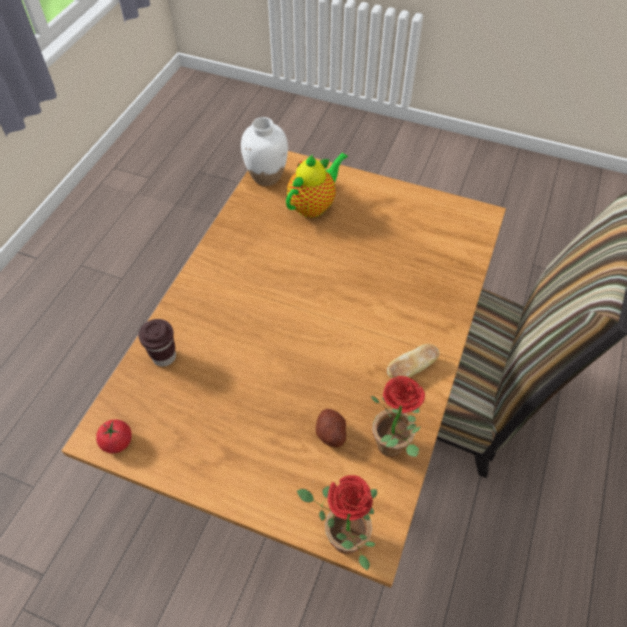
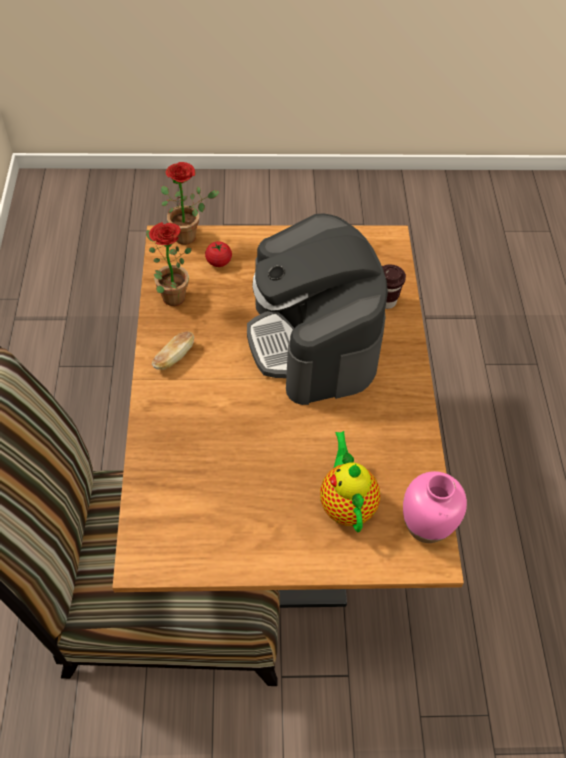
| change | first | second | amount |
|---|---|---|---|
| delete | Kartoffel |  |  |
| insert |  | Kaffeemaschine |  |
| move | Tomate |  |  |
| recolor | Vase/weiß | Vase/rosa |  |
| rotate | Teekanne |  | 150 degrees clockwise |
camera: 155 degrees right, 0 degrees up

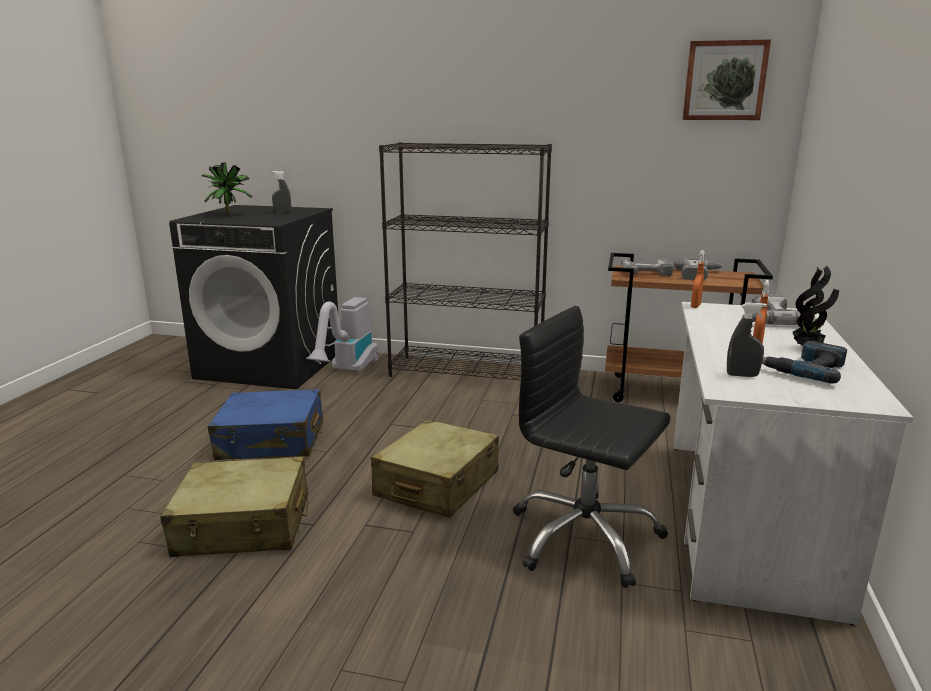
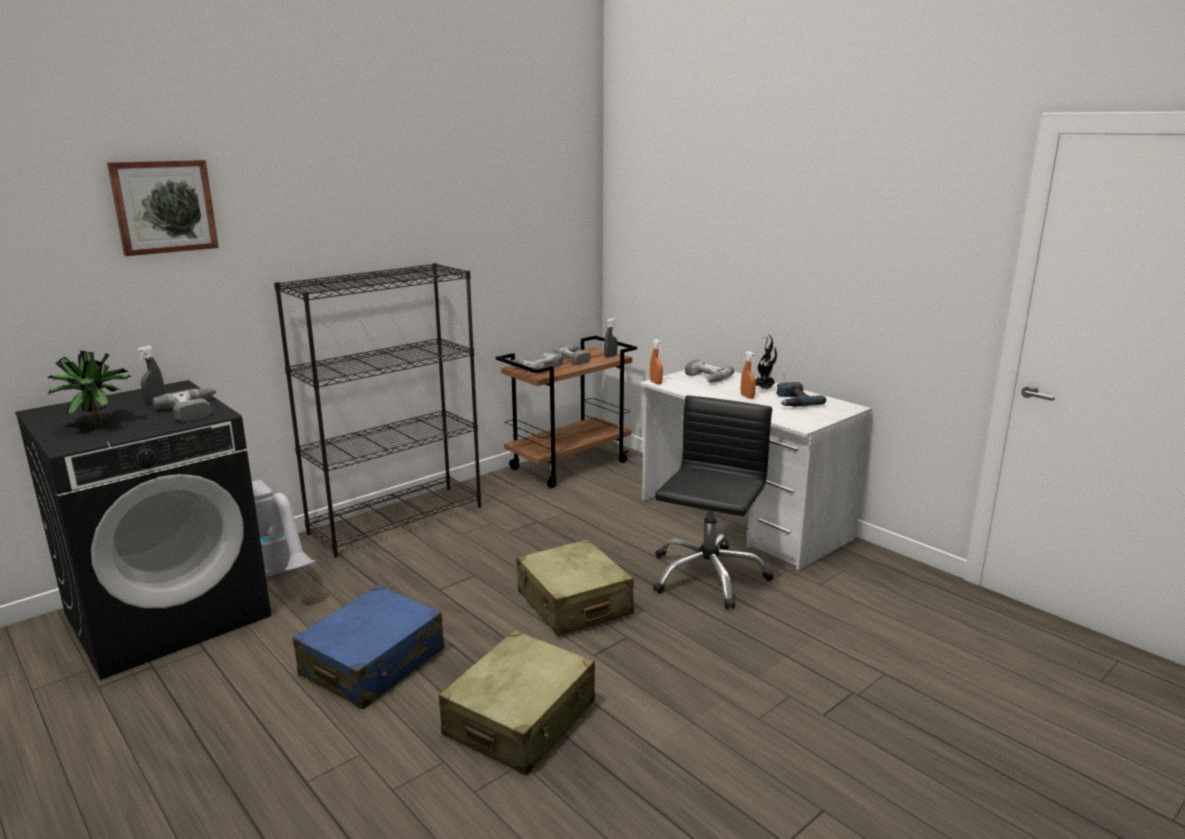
| change | first | second | amount |
|---|---|---|---|
| insert |  | Bohrmaschine (1st from left) |  |
| move | Bild |  |  |
| move | Sprühflasche/grau (2nd from left) |  |  |
| rotate | Bürostuhl/schwarz |  | 135 degrees clockwise |
camera: 55 degrees left, 0 degrees up

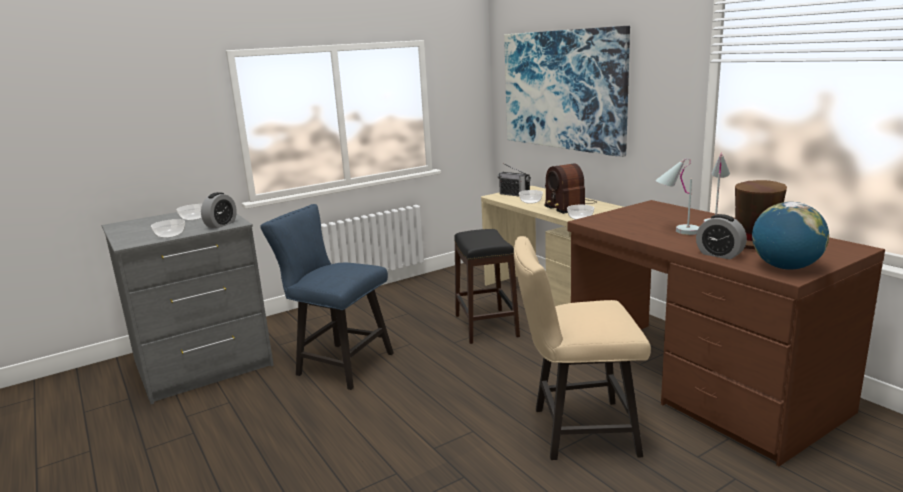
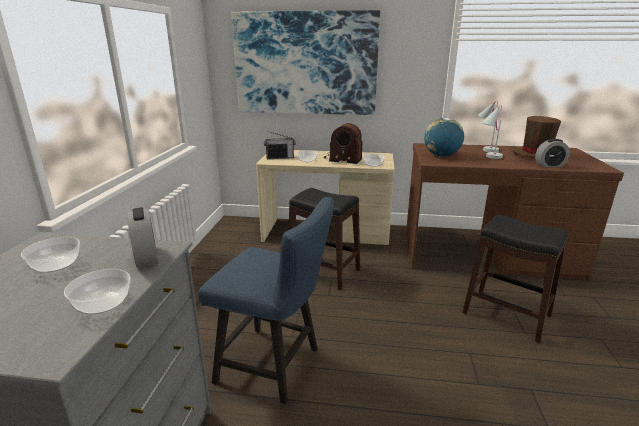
| change | first | second | amount |
|---|---|---|---|
| move | Globus |  |  |
| replace | Stuhl/beige | Hocker/schwarz (2nd from left) |  |
| rotate | Stuhl/blau |  | 135 degrees counterclockwise |
camera: 50 degrees left, 5 degrees up

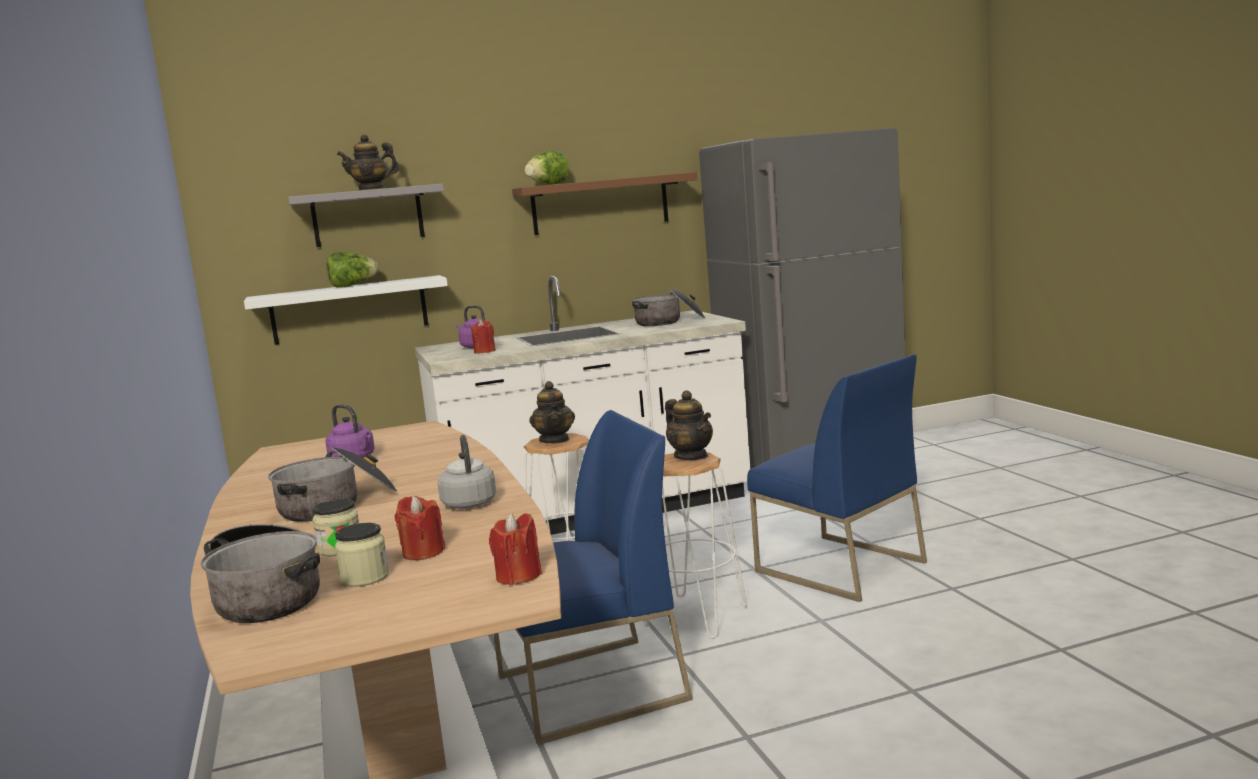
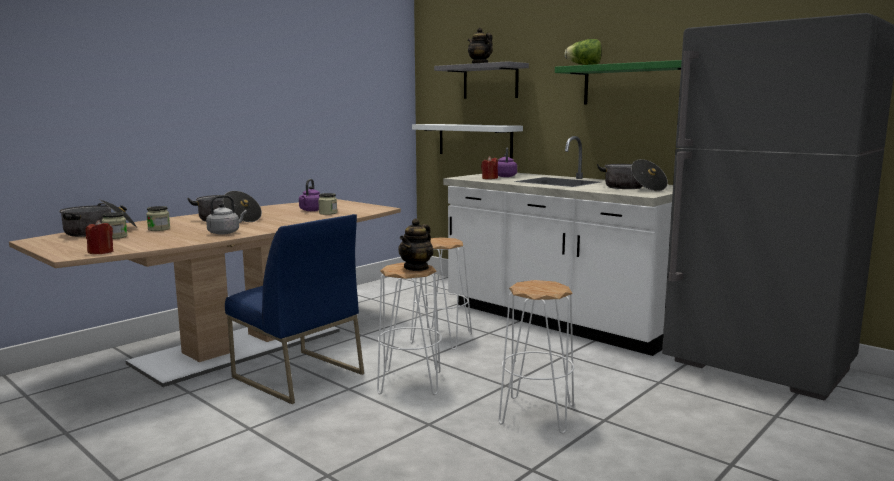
| change | first | second | amount |
|---|---|---|---|
| delete | Salatkopf (1st from left) |  |  |
| delete | Kerze/rot (1st from left) |  |  |
| delete | Teekanne (2nd from left) |  |  |
| insert |  | Vorratsglas (3rd from left) |  |
| replace | Stuhl/blau (2nd from left) | Hocker/weiß (3rd from left) |  |
| recolor | Wandregal/braun | Wandregal/grün |  |
camera: 60 degrees right, 0 degrees up

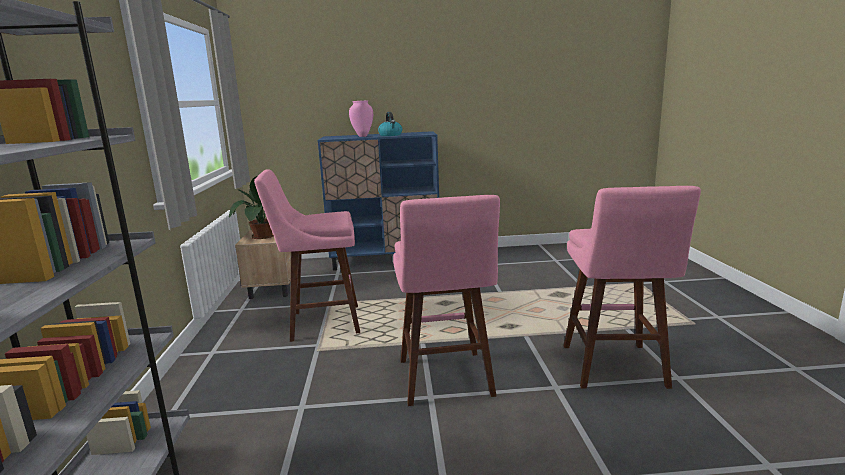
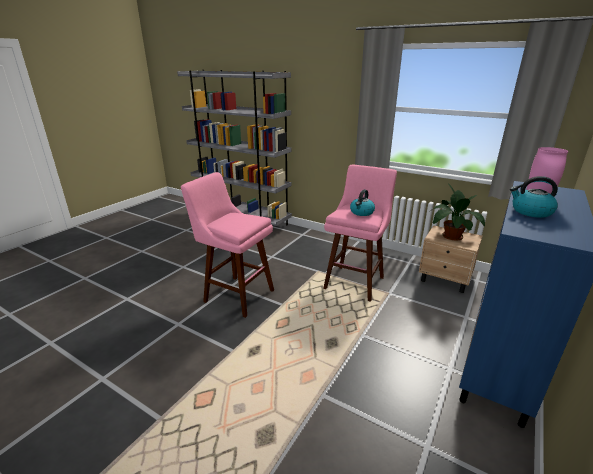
| change | first | second | amount |
|---|---|---|---|
| delete | Hocker/rosa (3rd from left) |  |  |
| insert |  | Wasserkessel (1st from left) |  |
camera: 125 degrees right, 10 degrees up

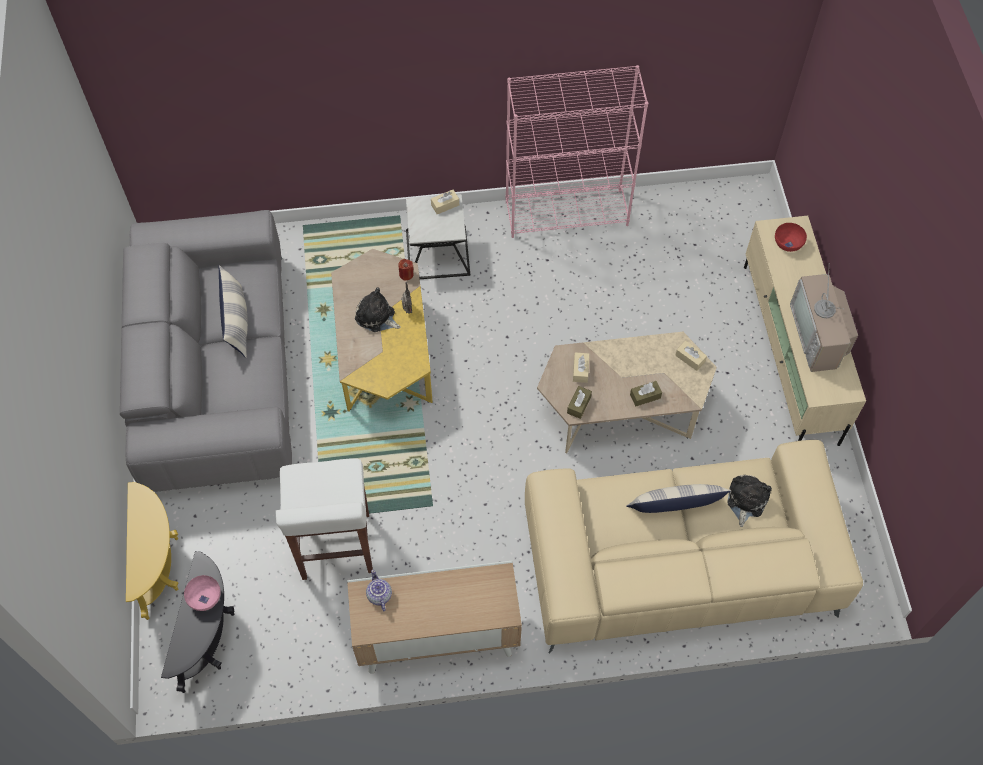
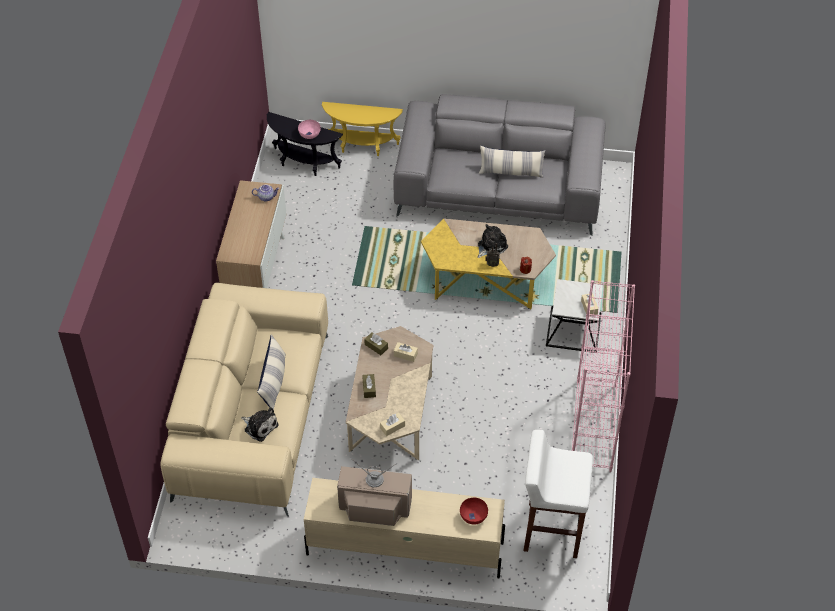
| change | first | second | amount |
|---|---|---|---|
| move | Hocker/weiß |  |  |
camera: 105 degrees right, 10 degrees down

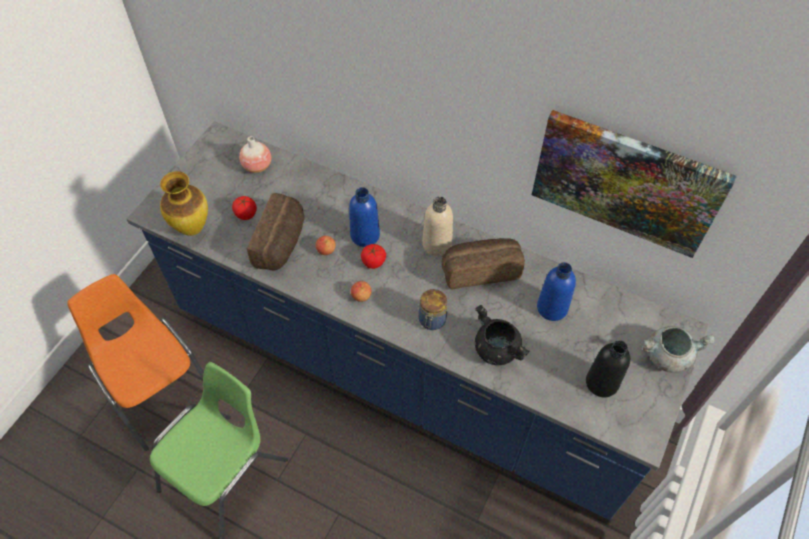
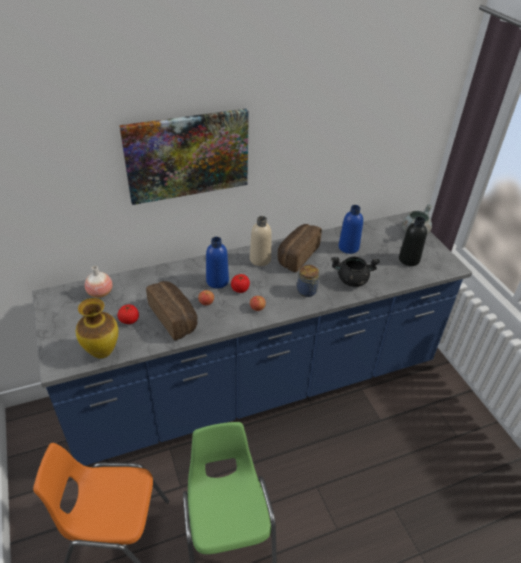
| change | first | second | amount |
|---|---|---|---|
| move | Bild |  |  |
camera: 50 degrees left, 15 degrees down

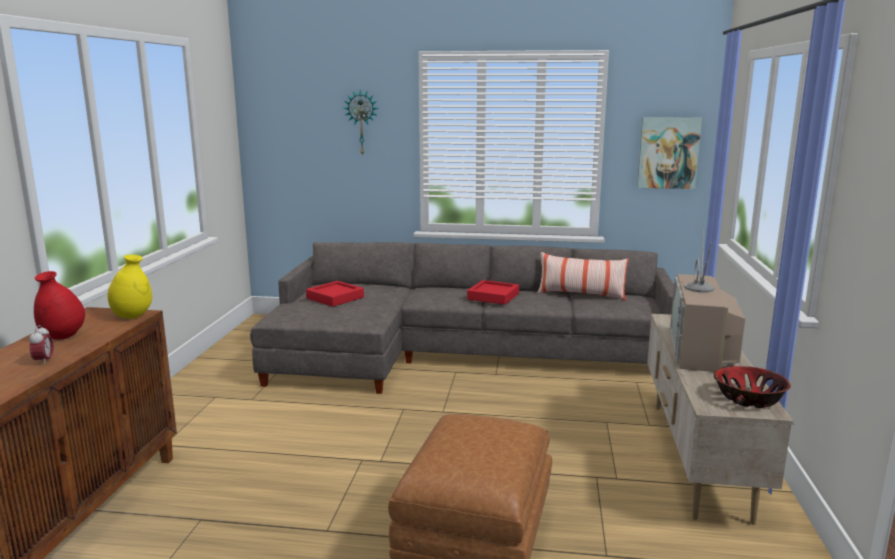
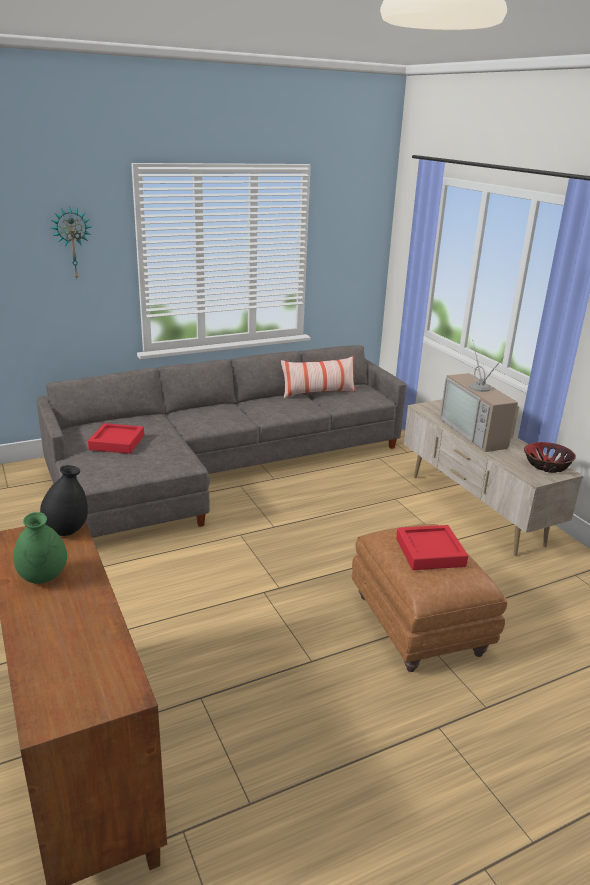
| change | first | second | amount |
|---|---|---|---|
| delete | Wecker |  |  |
| delete | Bild |  |  |
| move | Tablett/rot (2nd from left) |  |  |
| recolor | Vase/rot | Vase/grün |  |
| recolor | Vase/gelb | Vase/schwarz |  |
camera: 35 degrees left, 10 degrees up

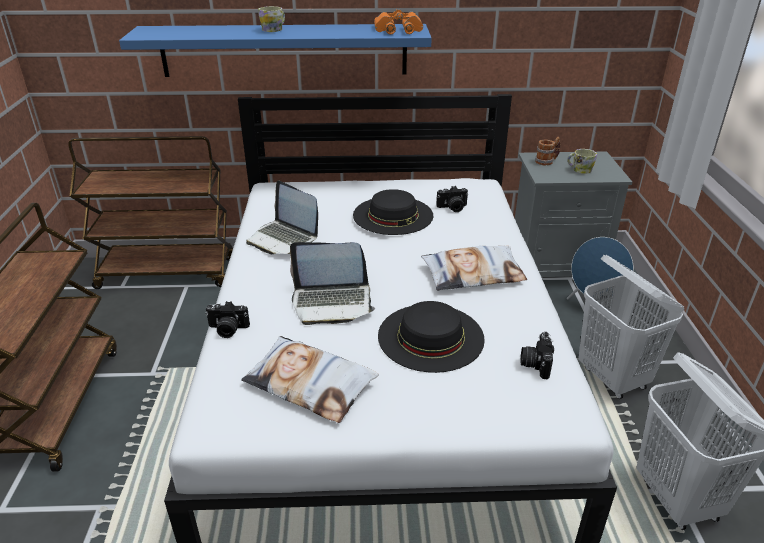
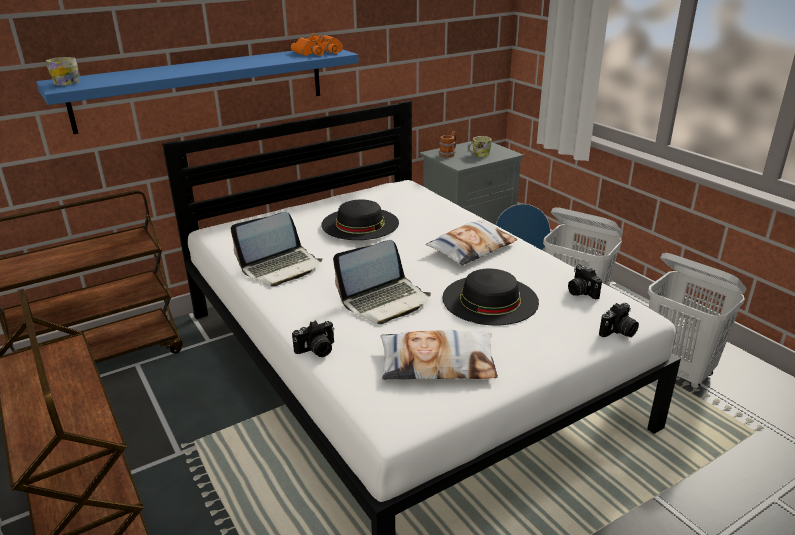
| change | first | second | amount |
|---|---|---|---|
| move | Henkelbecher (1st from left) |  |  |
| move | Kamera (2nd from left in the first image) | Kamera (3rd from left) |  |
| rotate | Laptop (1st from left) |  | 45 degrees counterclockwise |
camera: 30 degrees left, 5 degrees down

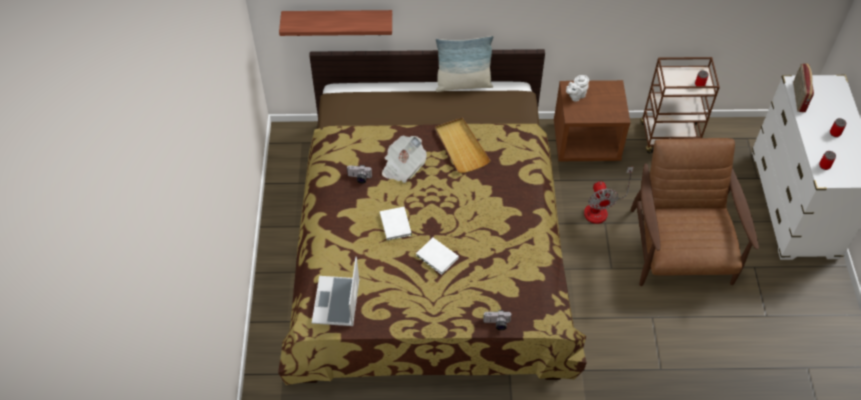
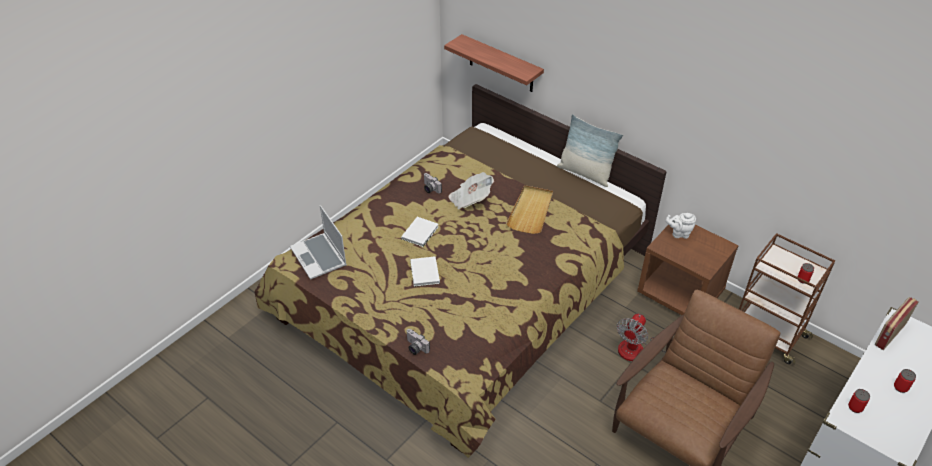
| change | first | second | amount |
|---|---|---|---|
| rotate | Laptop |  | 75 degrees counterclockwise |
camera: 40 degrees right, 10 degrees down

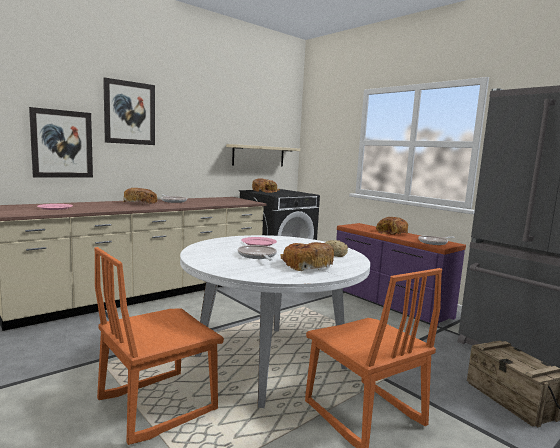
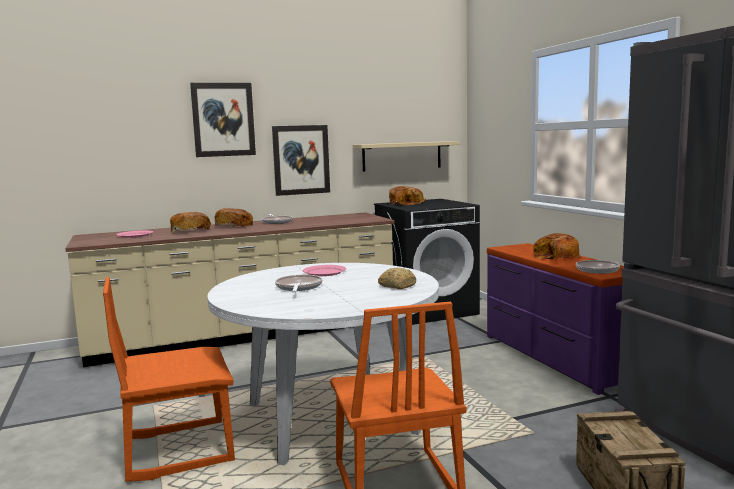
| change | first | second | amount |
|---|---|---|---|
| move | Bild (1st from left in the first image) | Bild (2nd from left) |  |
| move | Brot (3rd from left in the first image) | Brot (1st from left) |  |
camera: 20 degrees right, 0 degrees up

